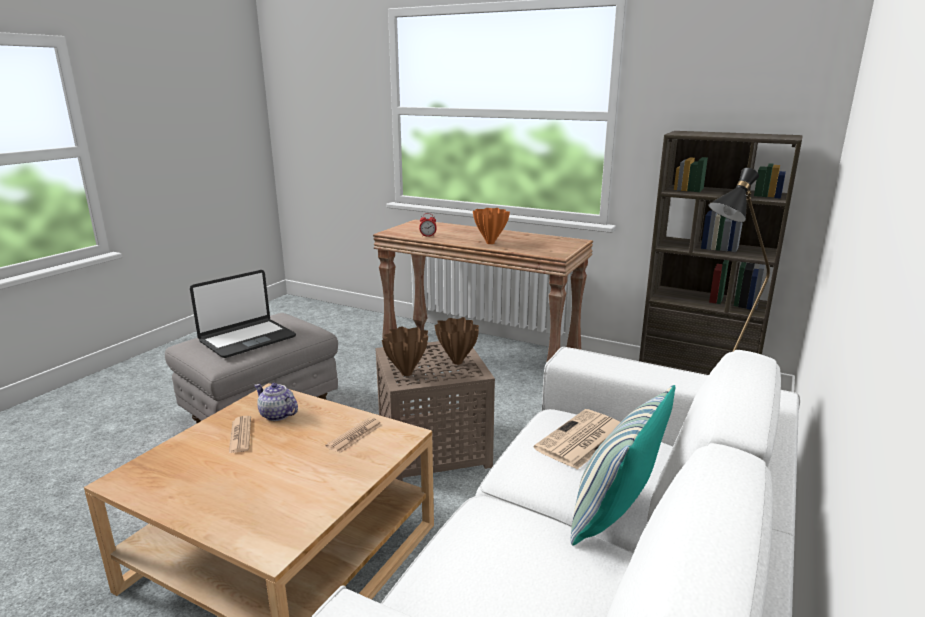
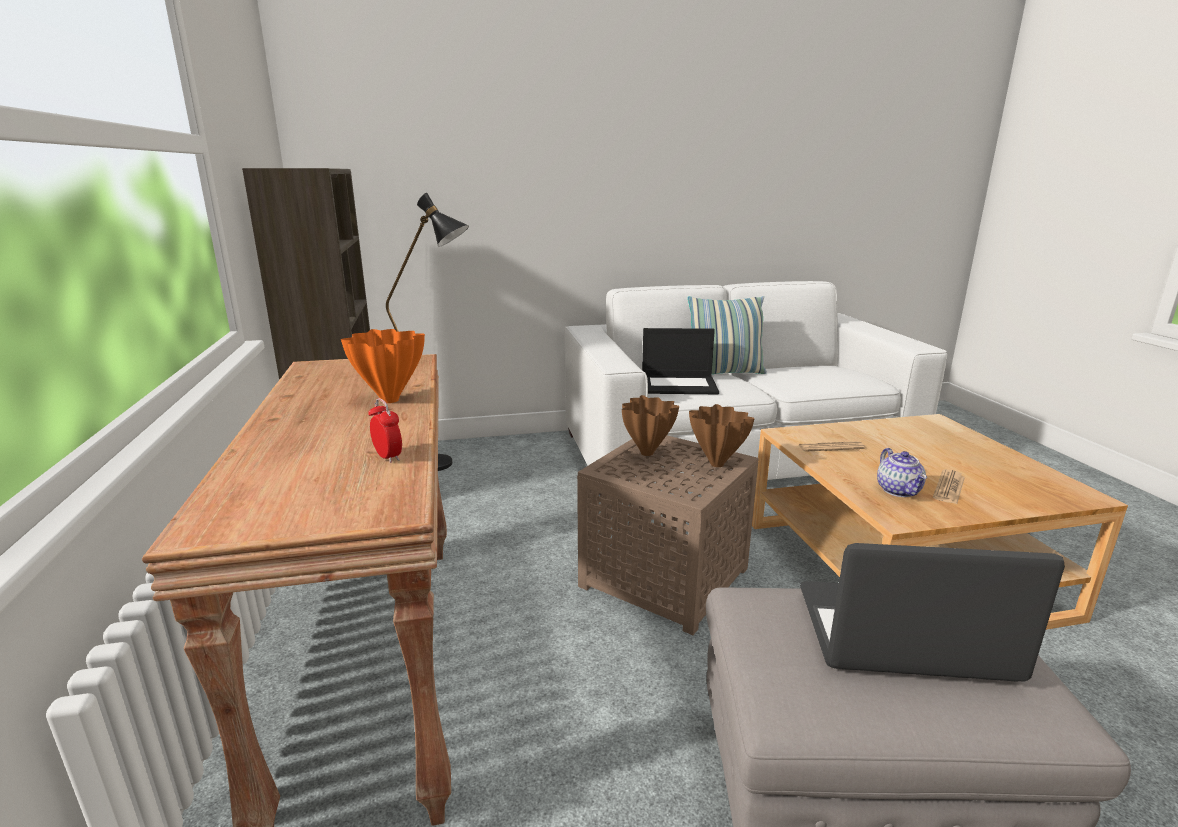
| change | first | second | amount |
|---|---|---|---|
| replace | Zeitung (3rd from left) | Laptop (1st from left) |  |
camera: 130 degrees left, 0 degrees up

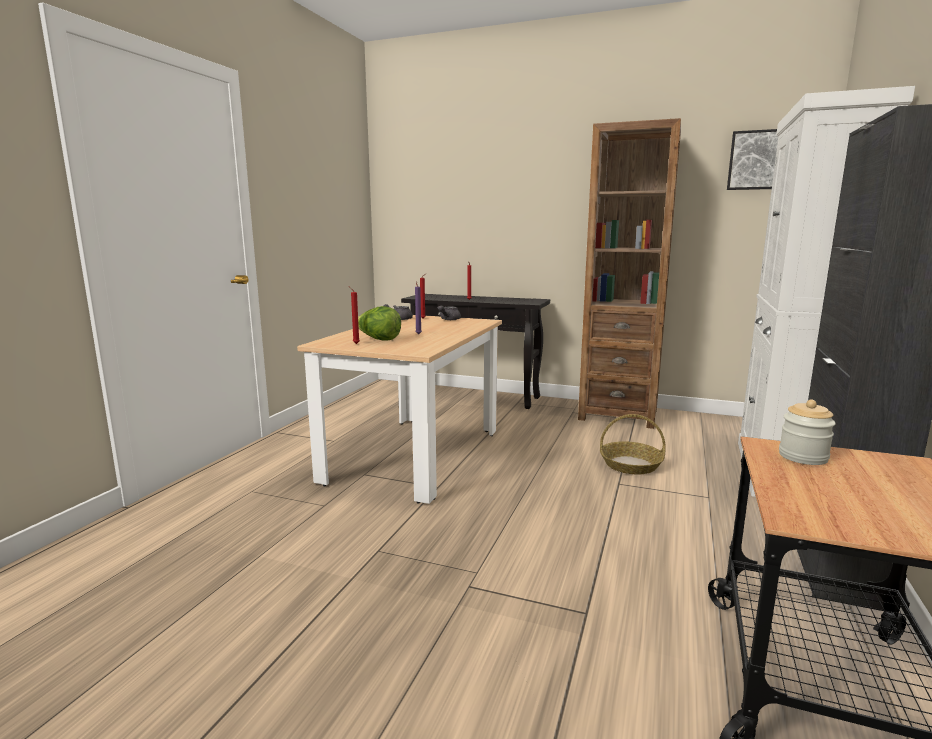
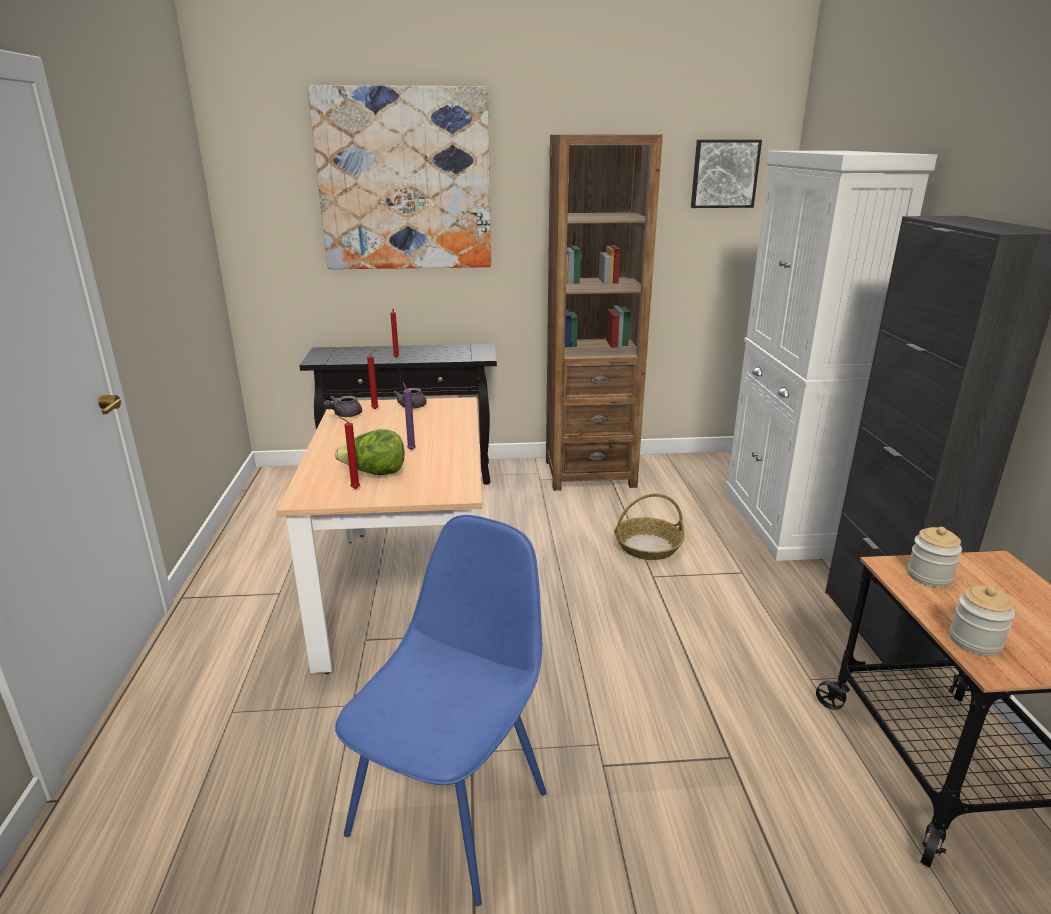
| change | first | second | amount |
|---|---|---|---|
| insert |  | Bild (1st from left) |  |
| insert |  | Stuhl/blau |  |
| insert |  | Vorratsglas (2nd from left) |  |
camera: 25 degrees left, 10 degrees up

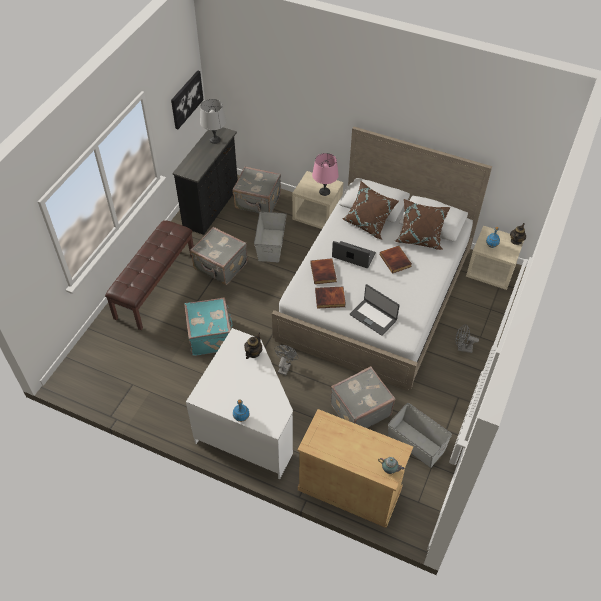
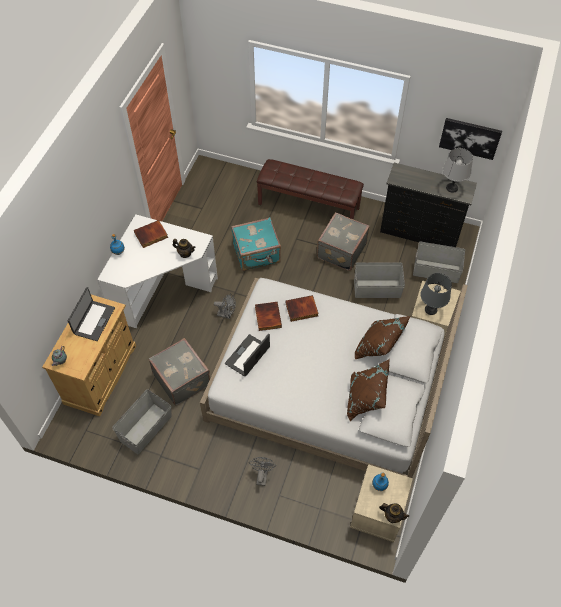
| change | first | second | amount |
|---|---|---|---|
| move | Laptop (1st from left) |  |  |
| move | Buch (3rd from left in the first image) | Buch (1st from left) |  |
| replace | Koffer/grau (2nd from left) | Aufbewahrungsbox/grau (3rd from left) |  |
| recolor | Tischlampe/rosa | Tischlampe/grau (1st from left) |  |
camera: 85 degrees right, 5 degrees up

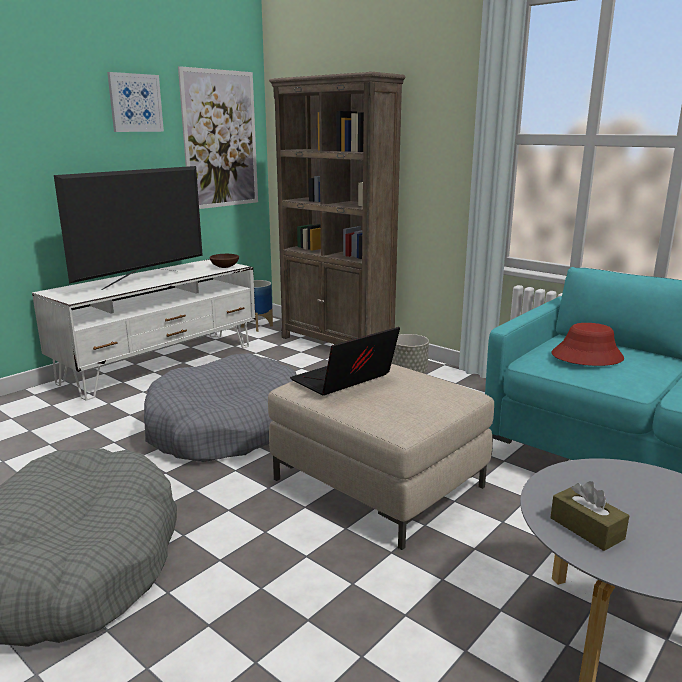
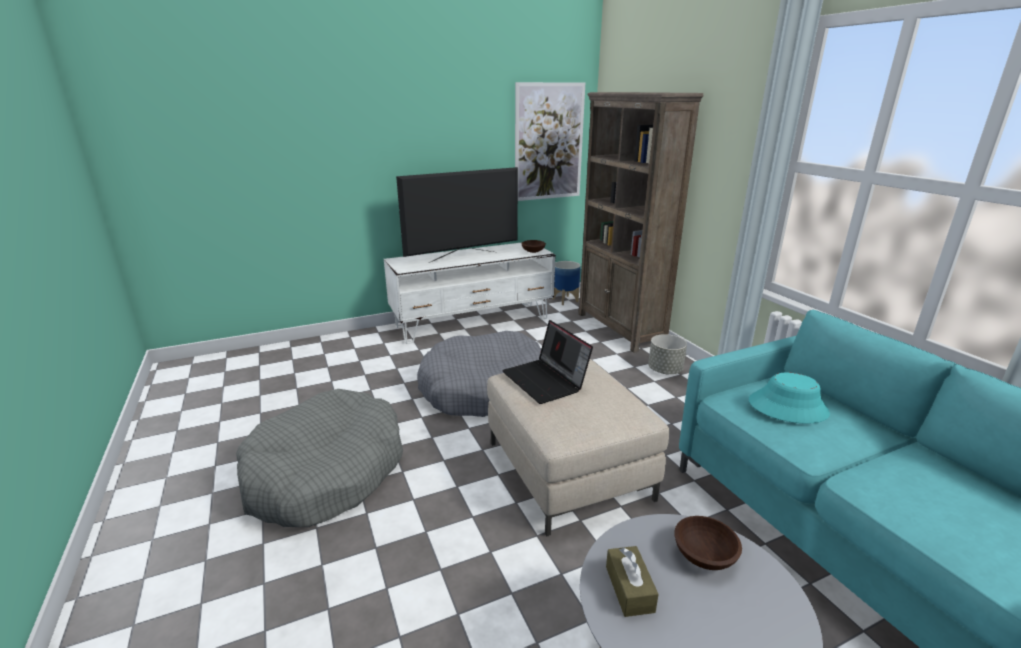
| change | first | second | amount |
|---|---|---|---|
| delete | Bild (1st from left) |  |  |
| insert |  | Schüssel/braun (2nd from left) |  |
| recolor | Hut/rot | Hut/türkis |  |
| rotate | Laptop |  | 105 degrees counterclockwise |
camera: 25 degrees right, 5 degrees up

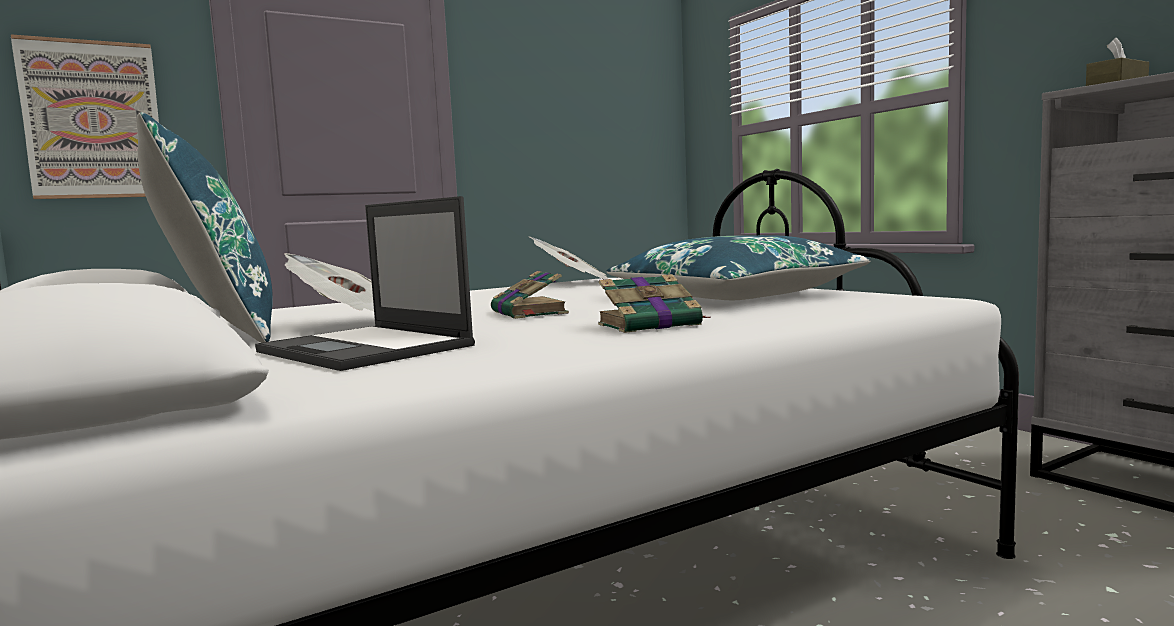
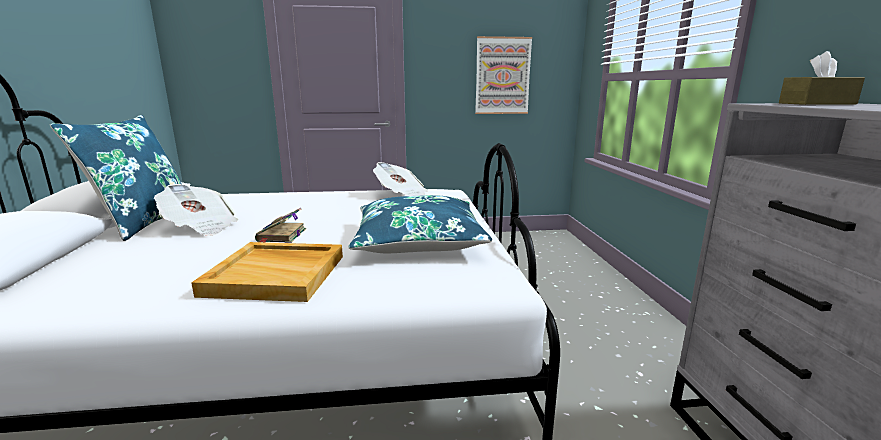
| change | first | second | amount |
|---|---|---|---|
| delete | Laptop |  |  |
| move | Bild |  |  |
| replace | Buch (2nd from left) | Tablett/beige |  |
camera: 25 degrees right, 10 degrees up

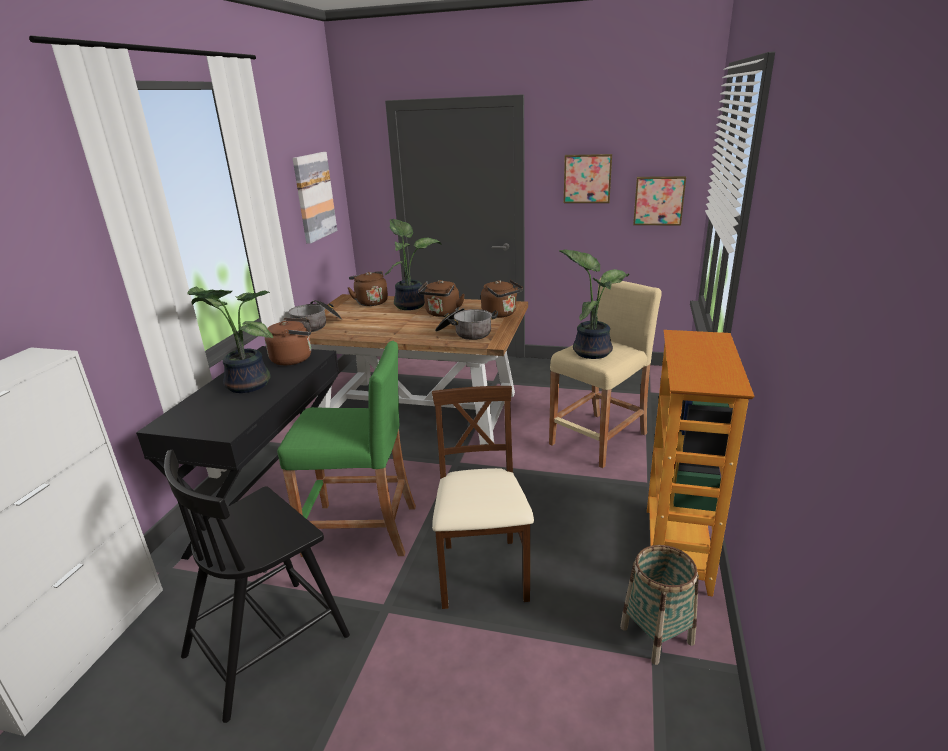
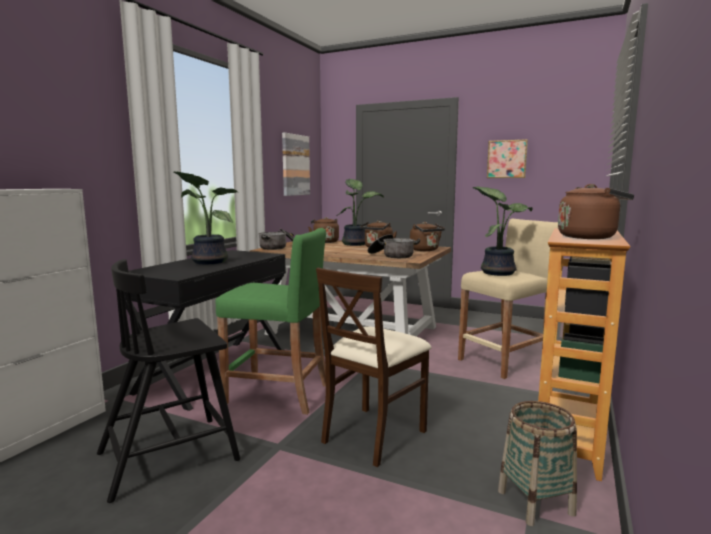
| change | first | second | amount |
|---|---|---|---|
| delete | Bild (3rd from left) |  |  |
| move | Wasserkessel/braun (1st from left in the first image) | Wasserkessel/braun (4th from left) |  |
| rotate | Stuhl/beige |  | 150 degrees counterclockwise |
camera: 10 degrees right, 15 degrees down

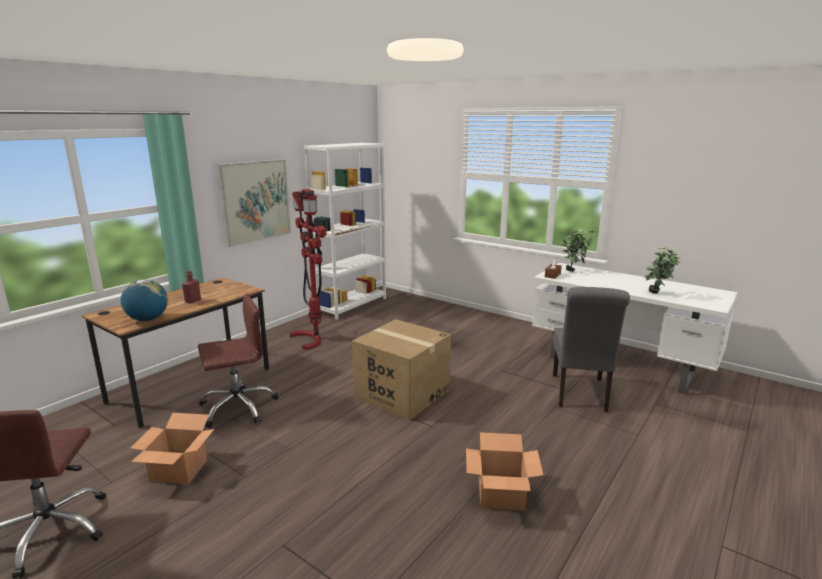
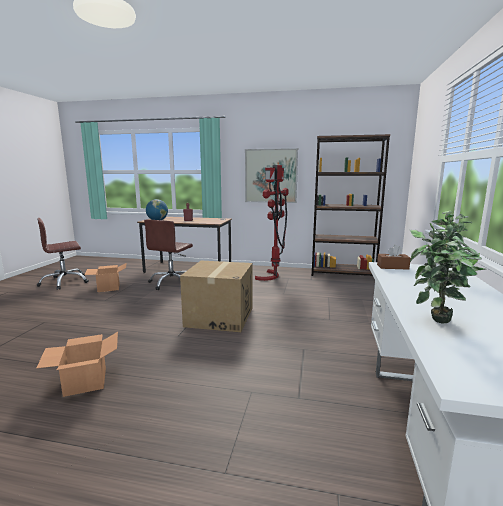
| change | first | second | amount |
|---|---|---|---|
| delete | Stuhl/grau |  |  |
| recolor | Bücherregal/weiß | Bücherregal/braun |  |
| rotate | Bürostuhl/braun (2nd from left) |  | 75 degrees clockwise |
camera: 65 degrees right, 5 degrees down

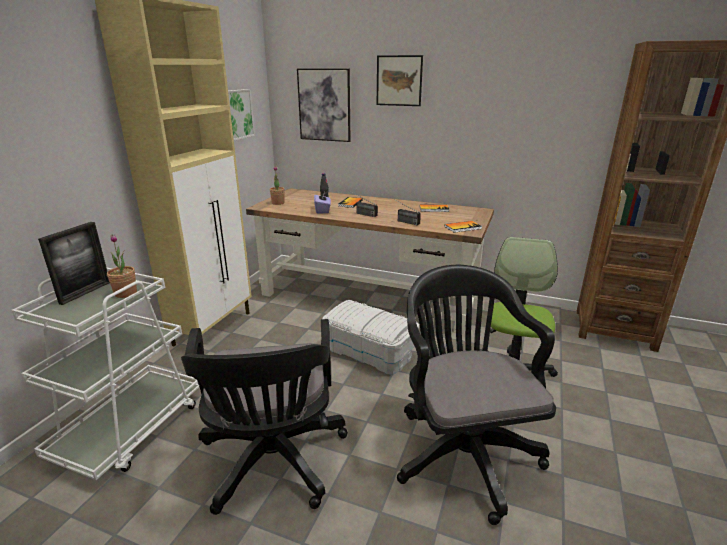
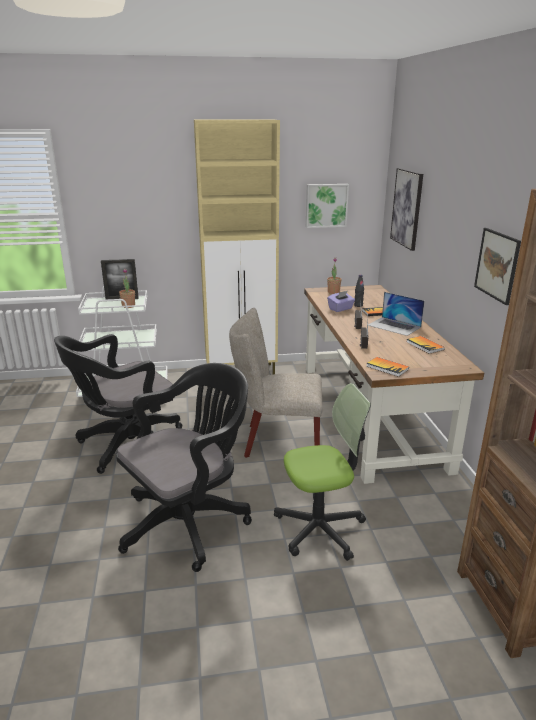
| change | first | second | amount |
|---|---|---|---|
| insert |  | Laptop |  |
| move | Bild (3rd from left) |  |  |
| replace | Aufbewahrungsbox/weiß | Stuhl/beige |  |
camera: 60 degrees right, 0 degrees up

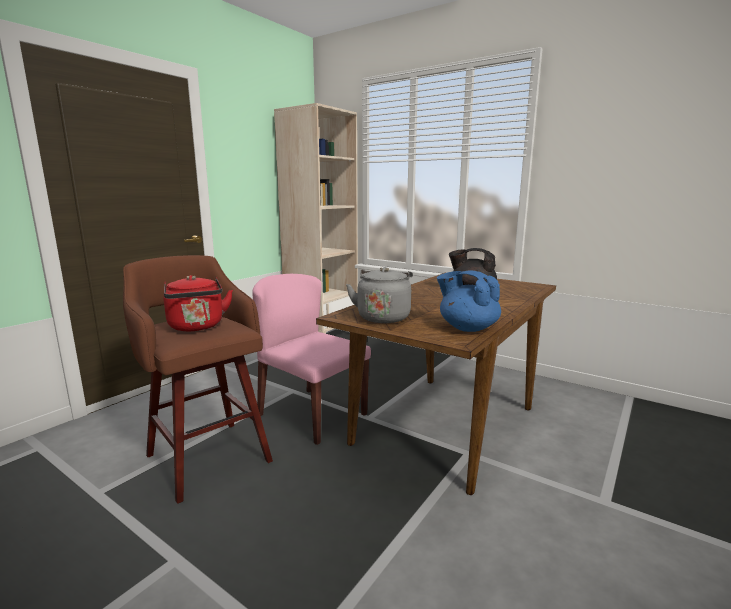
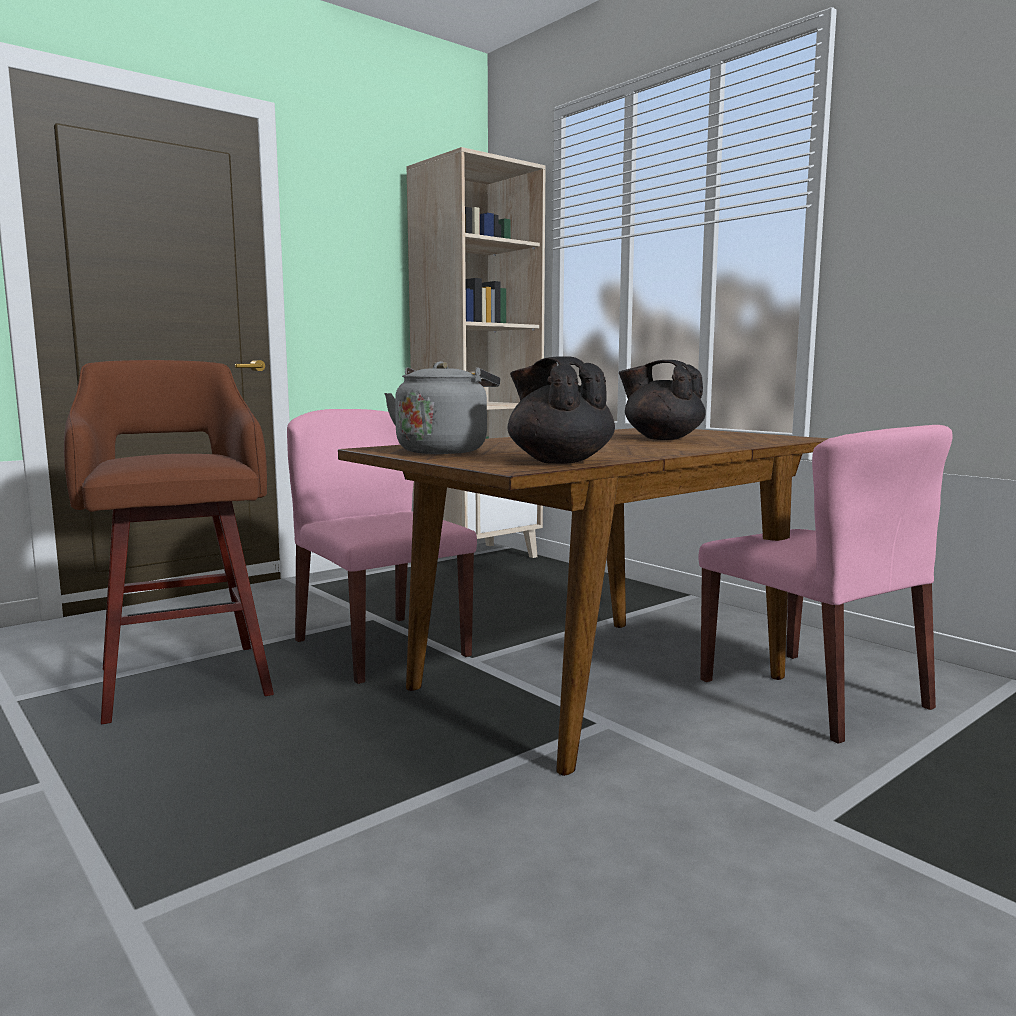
| change | first | second | amount |
|---|---|---|---|
| delete | Wasserkessel/rot |  |  |
| insert |  | Stuhl/rosa (2nd from left) |  |
| recolor | Teekanne/blau | Teekanne/schwarz (1st from left) |  |
camera: 15 degrees right, 5 degrees down

